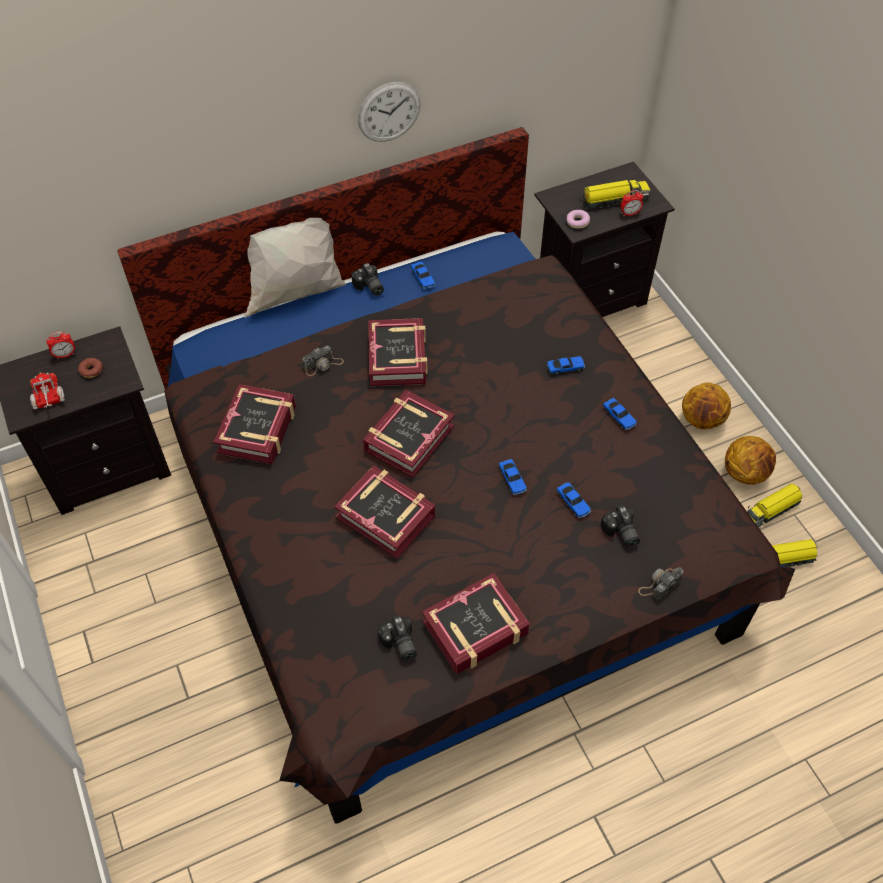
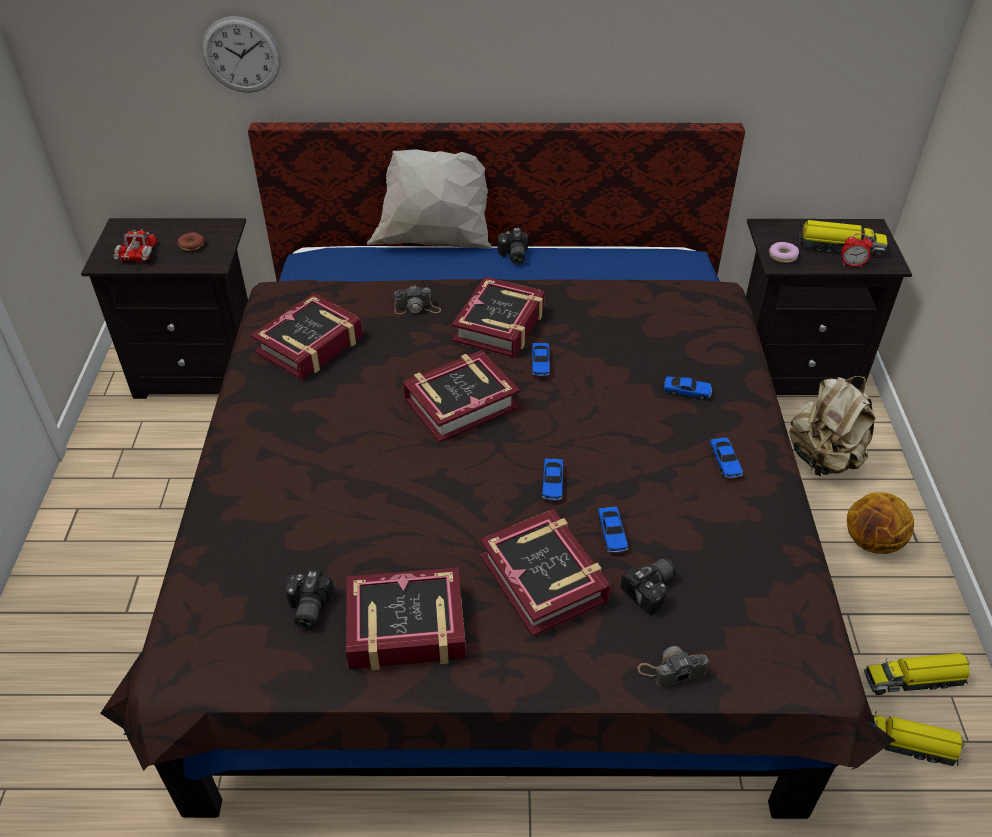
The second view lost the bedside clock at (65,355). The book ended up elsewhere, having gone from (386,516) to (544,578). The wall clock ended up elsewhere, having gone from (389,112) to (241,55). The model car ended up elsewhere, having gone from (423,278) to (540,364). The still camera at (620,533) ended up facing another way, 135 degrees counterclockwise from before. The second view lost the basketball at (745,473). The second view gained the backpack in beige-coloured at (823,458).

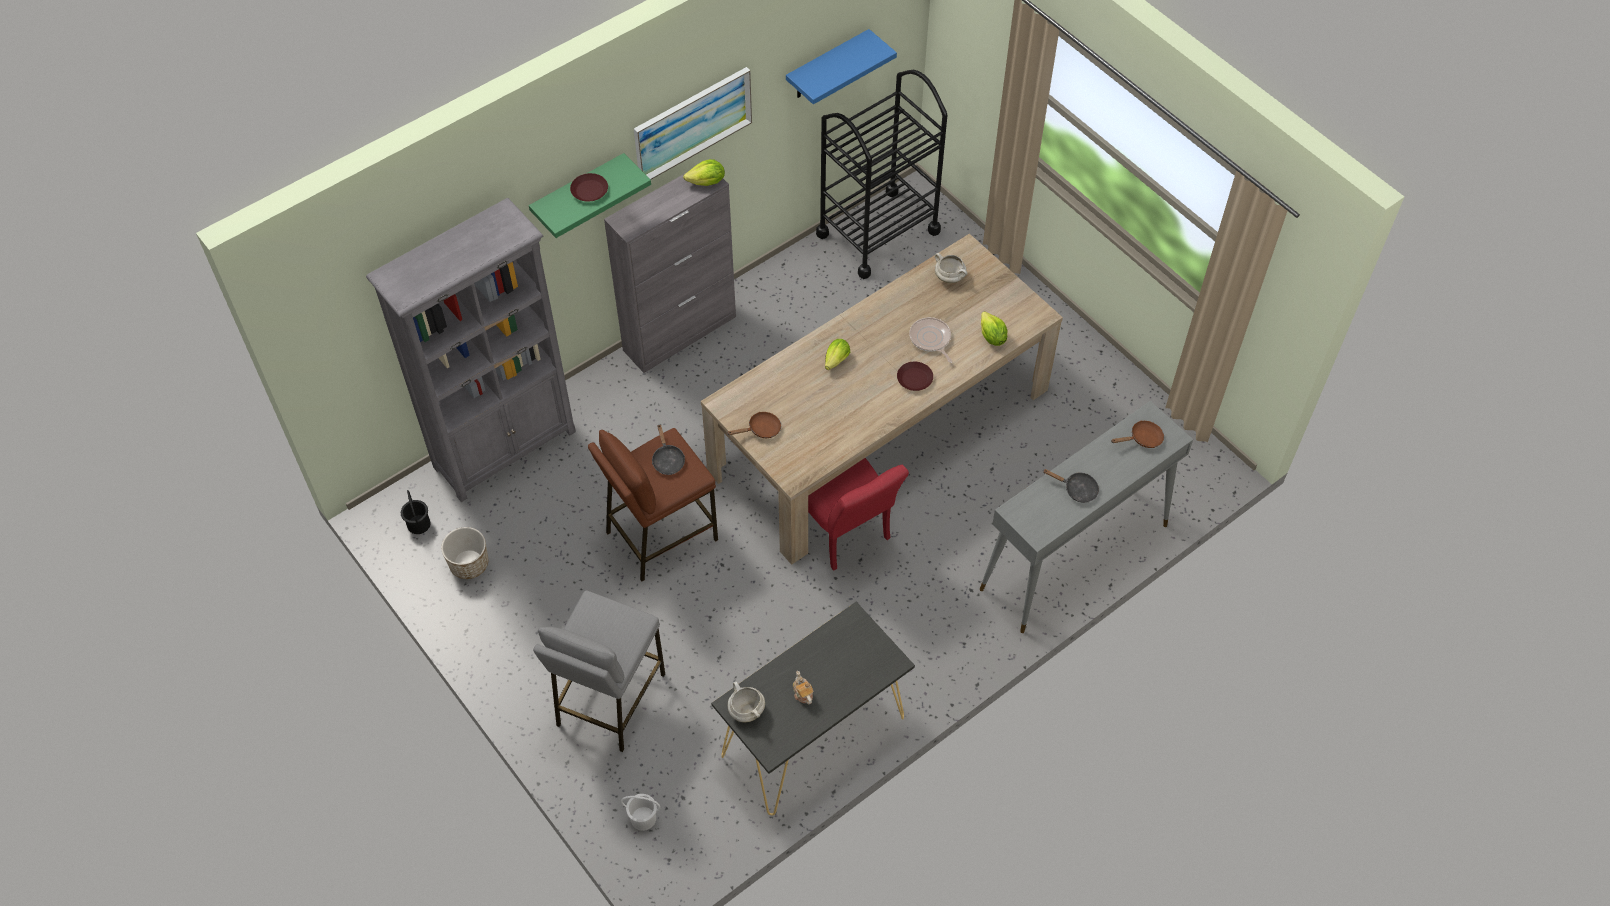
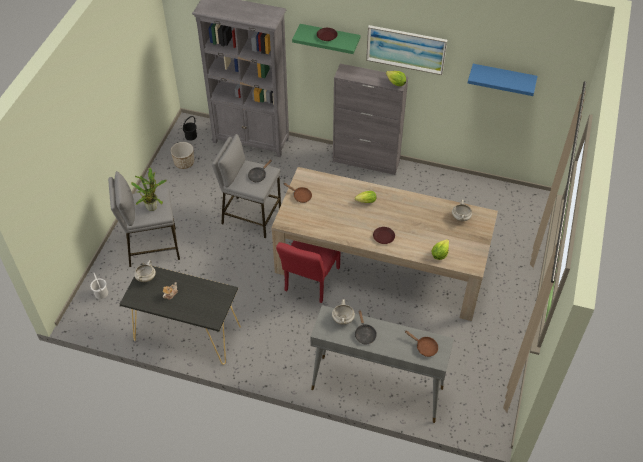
What was the stool in brown at (660,535) turned into the stool in grey at (251,216). The second view lost the cart in blackish at (878,233). The second view lost the pan at (931,339). The second view gained the houseplant at (152,206). The second view gained the cooking pot in white at (343,319).

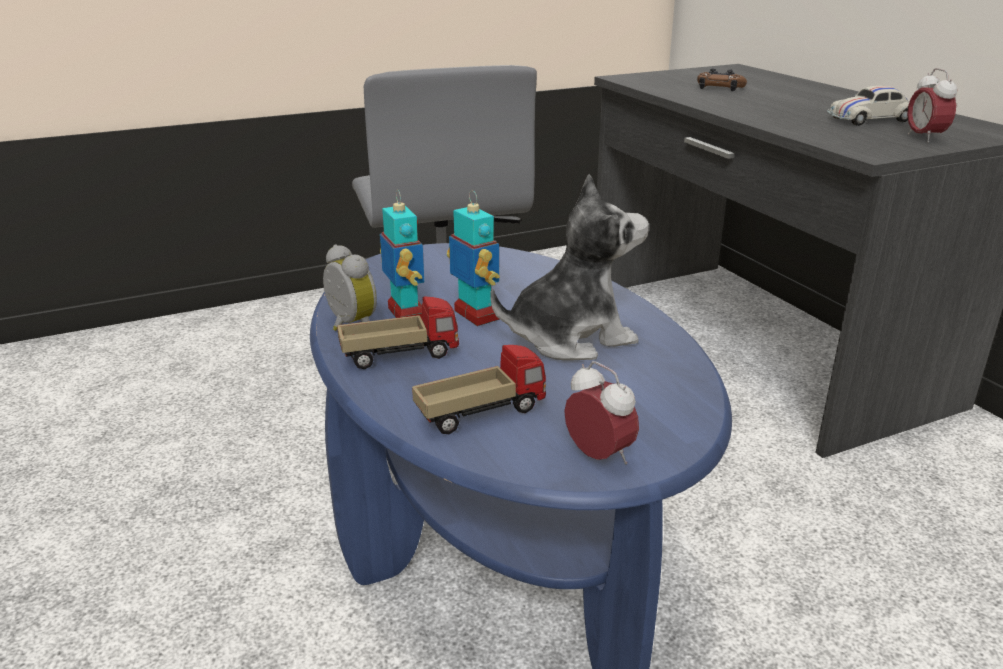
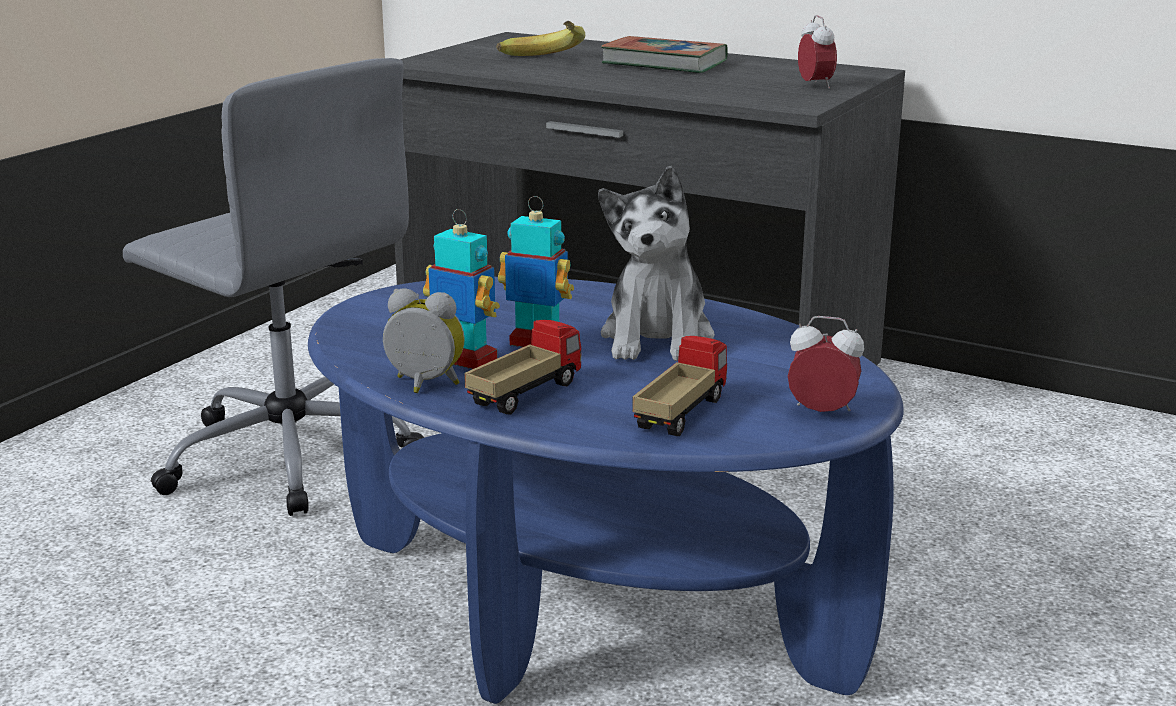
The plush toy at (570,337) ended up facing another way, 150 degrees clockwise from before. Where the game controller in brown stood at (719,87), the whole banana came to stand at (542,61). The second view lost the model car in white at (870,120). The bedside clock at (924,138) ended up facing another way, 150 degrees counterclockwise from before. The second view gained the book at (664,63).

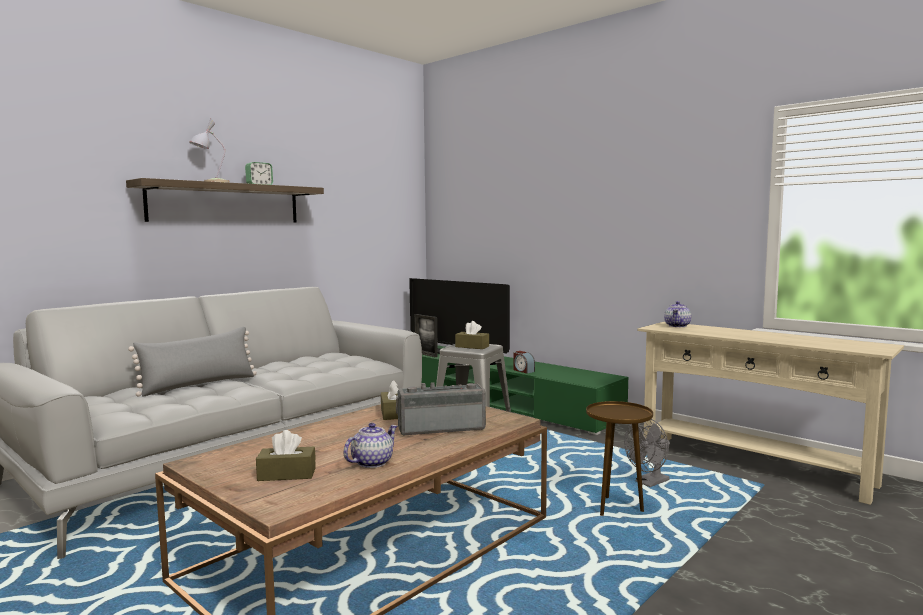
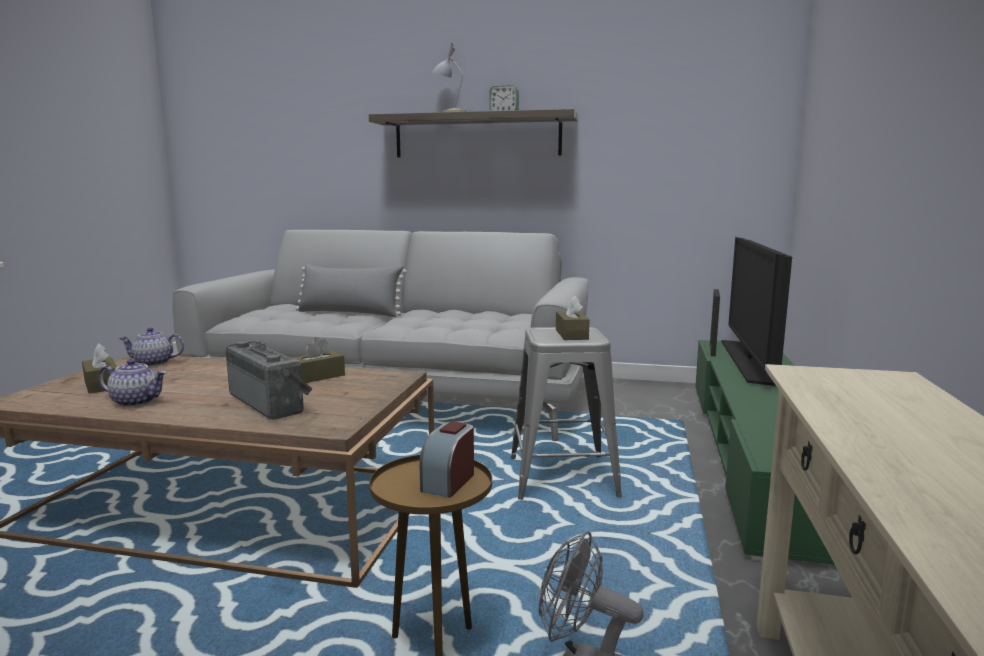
The bedside clock ended up elsewhere, having gone from (523,370) to (448,481). The pot for tea ended up elsewhere, having gone from (677,326) to (153,363).

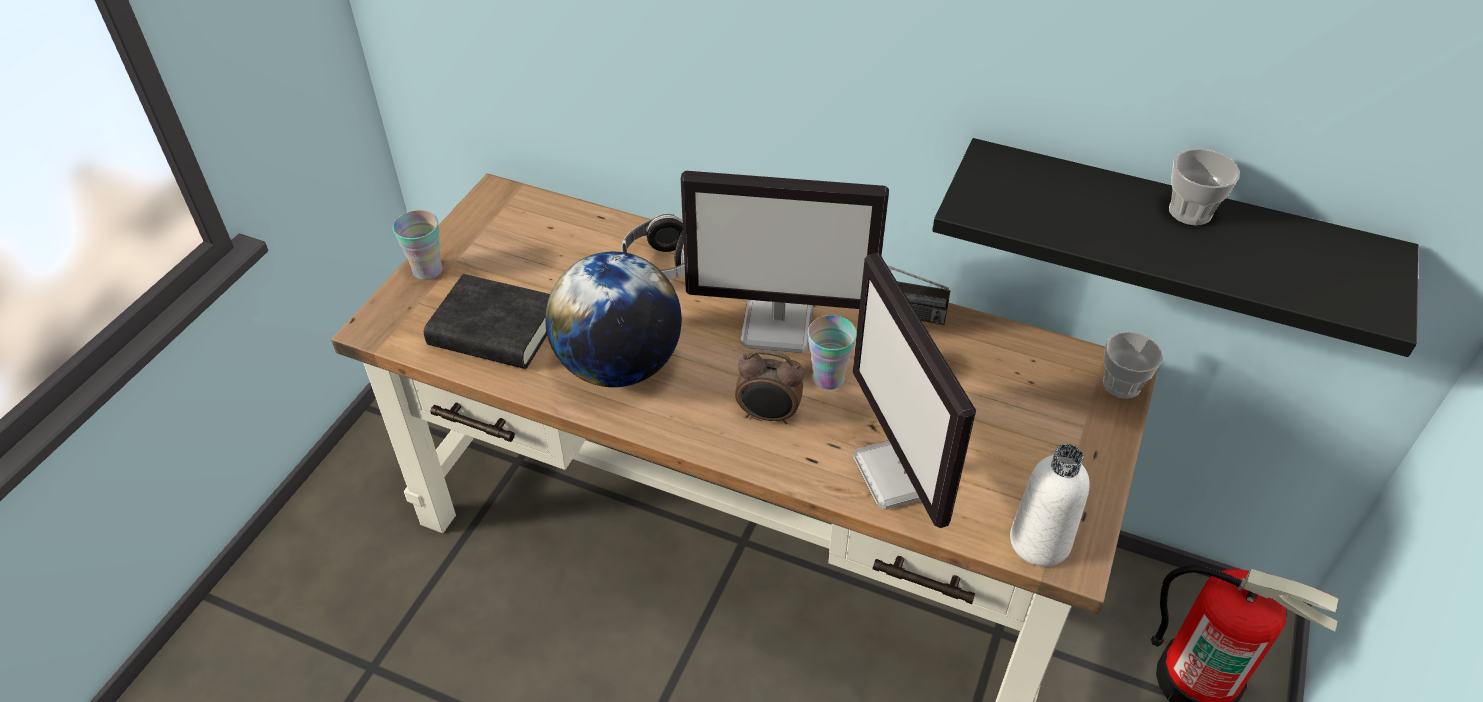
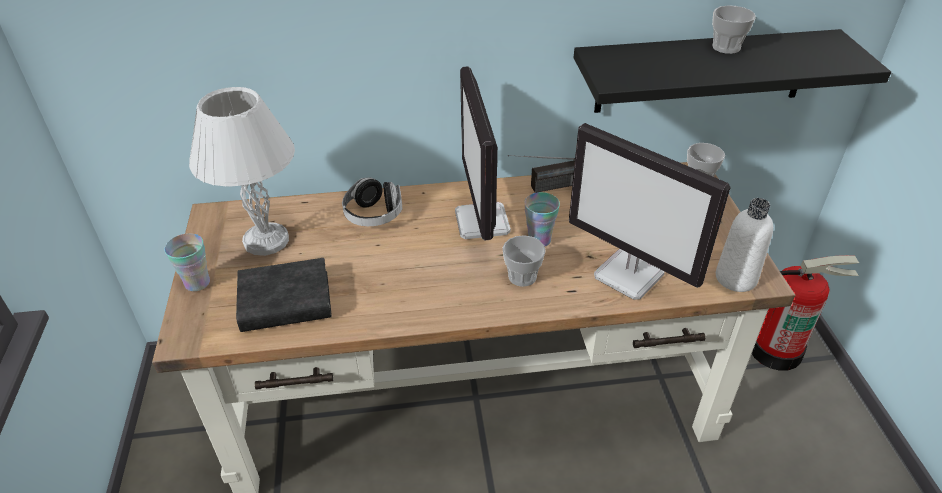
The second view lost the world globe at (619,366). The monitor at (779,326) ended up facing another way, 105 degrees clockwise from before. Where the bedside clock stood at (768,415), the small cup came to stand at (522,276). The second view gained the lamp for a table in white at (264,241).

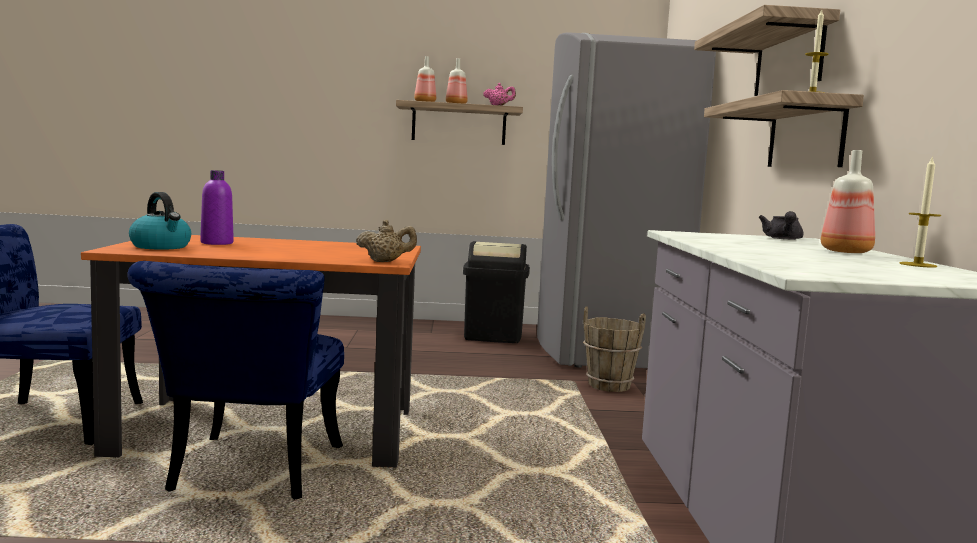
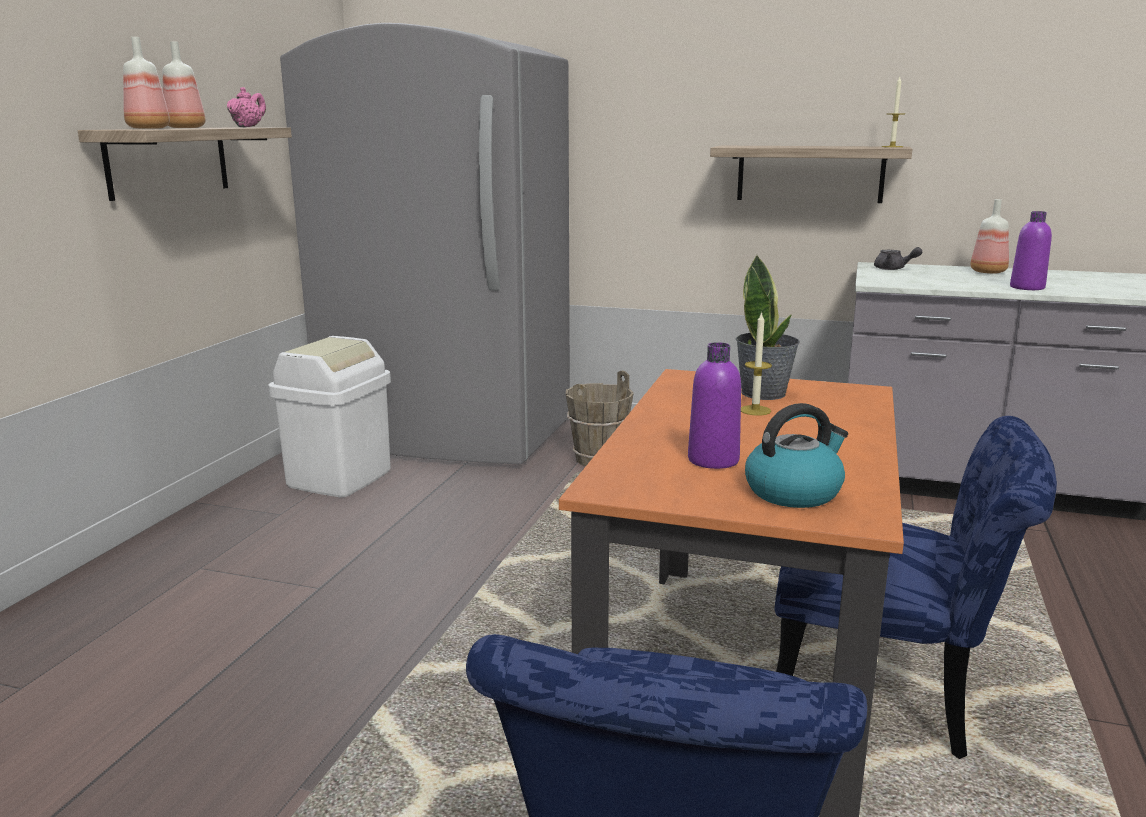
The second view lost the pot for tea in beige-coloured at (385,262). What was the trash can in blackish at (493,336) turned into the trash can in white at (338,478). The second view lost the shelf at (788,59). The wax candle ended up elsewhere, having gone from (918,265) to (755,410). The second view gained the houseplant at (764,393). The second view gained the beverage bottle in purple-coloured at (1027,287).

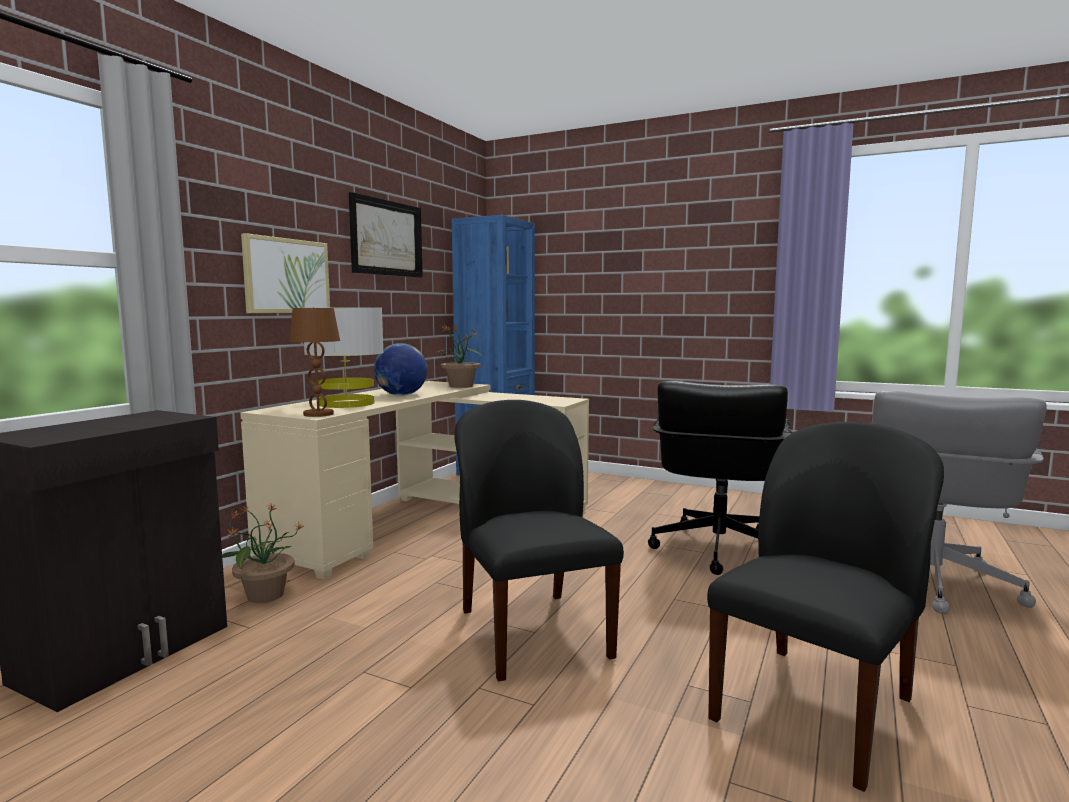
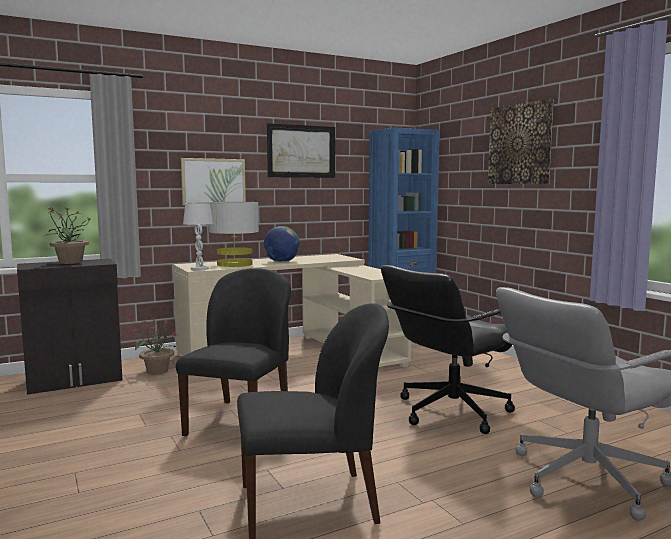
What was the lamp for a table in brown at (318,414) turned into the lamp for a table in white at (199,269). The houseplant ended up elsewhere, having gone from (461,386) to (70,262). The second view gained the wall picture at (520,144).

